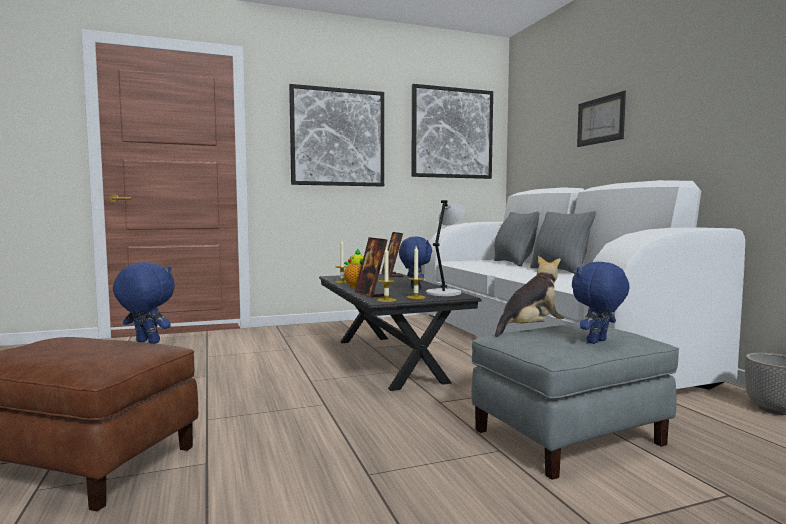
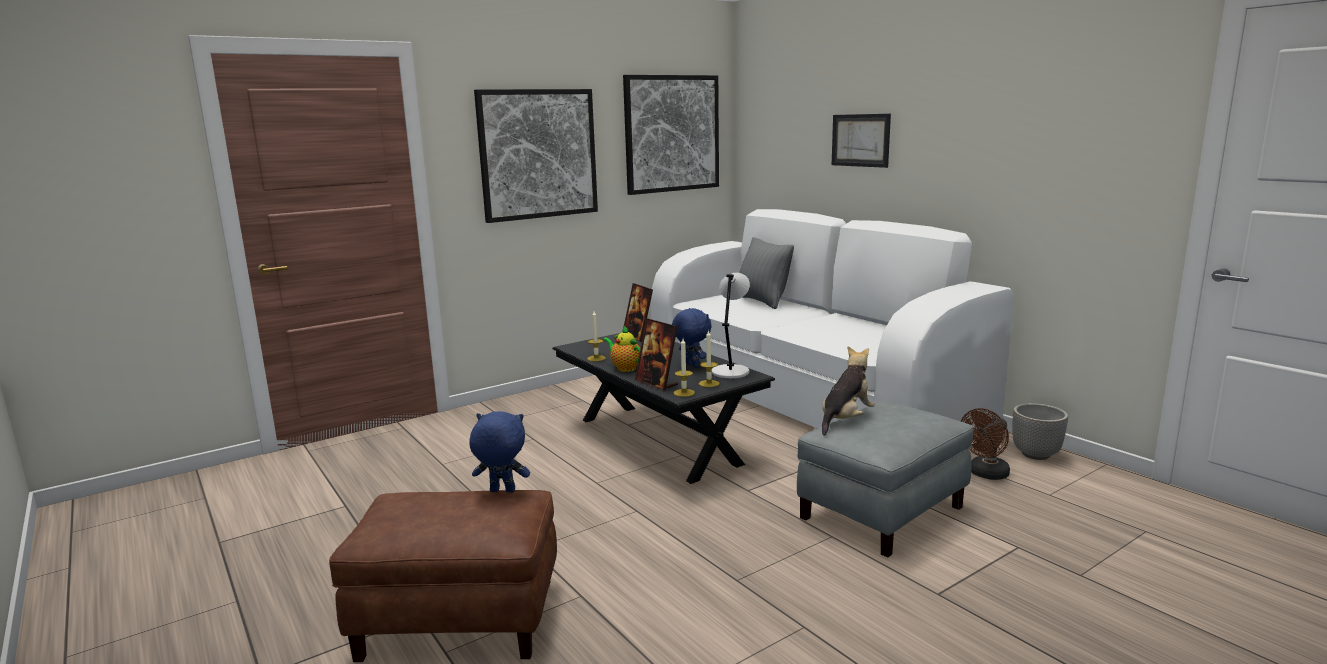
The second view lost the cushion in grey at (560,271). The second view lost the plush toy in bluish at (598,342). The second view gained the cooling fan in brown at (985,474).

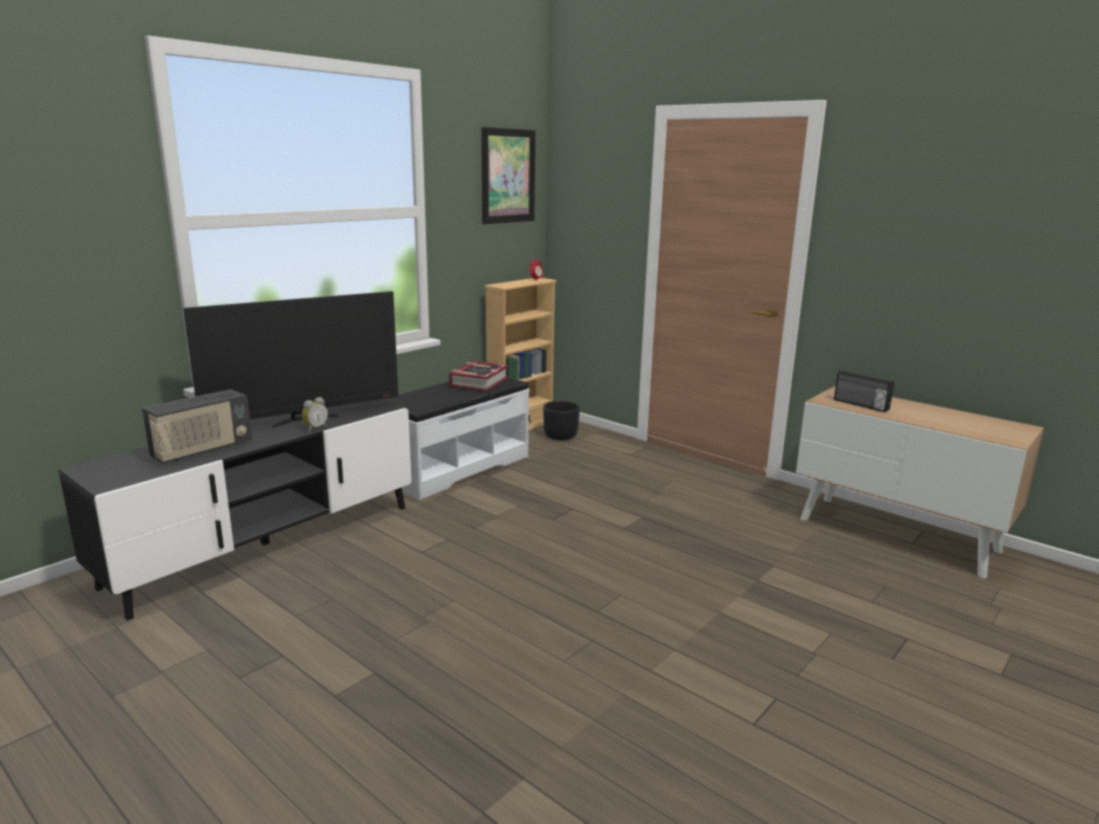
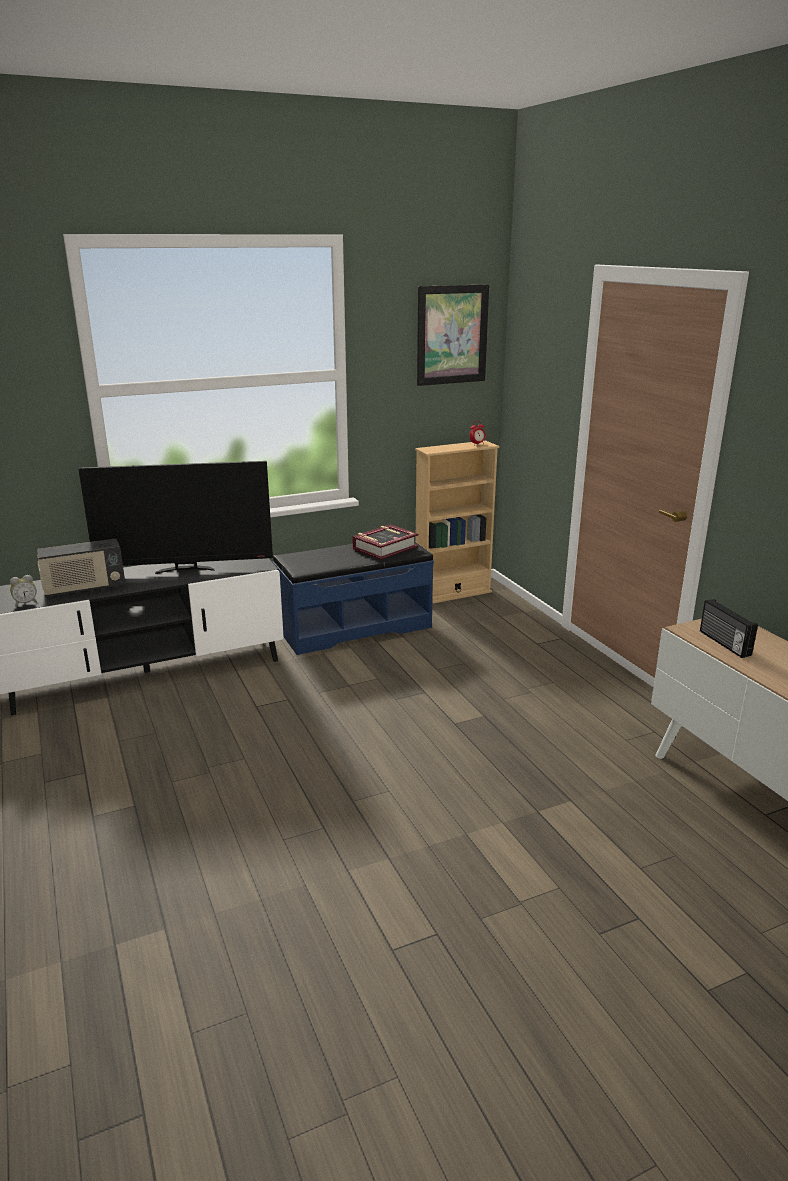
The bedside clock ended up elsewhere, having gone from (315,428) to (25,603). What was the indoor bench in white at (454,467) turned into the indoor bench in bluish at (354,627). The second view lost the flower pot in blackish at (560,436).

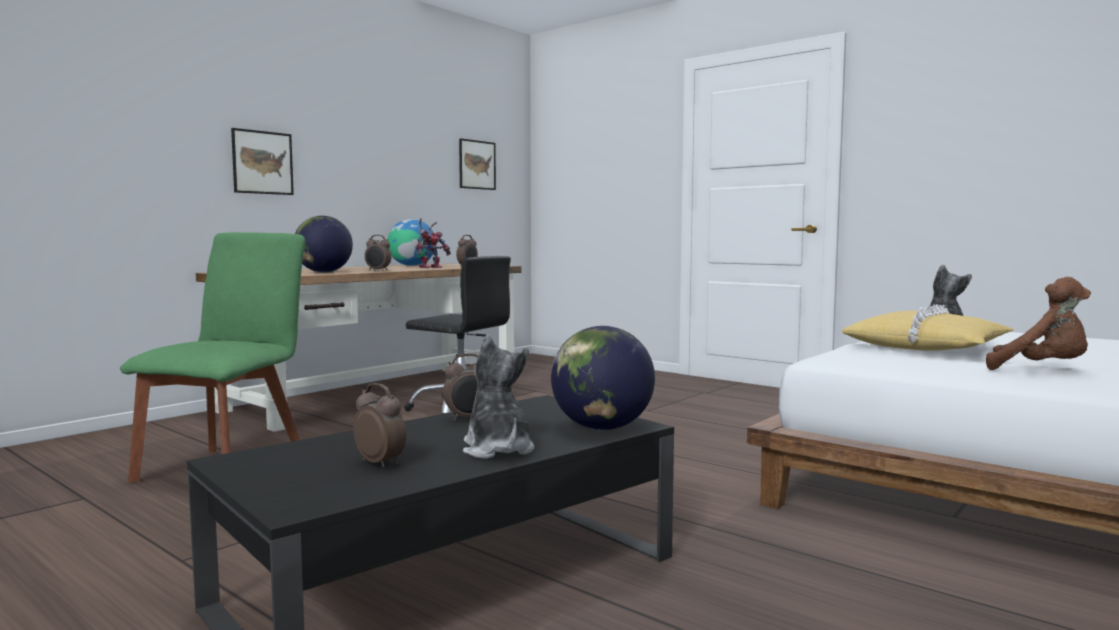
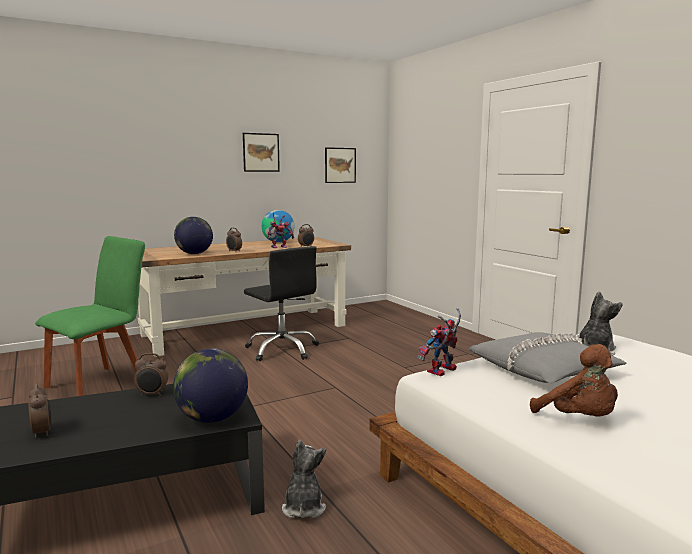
The wall picture ended up elsewhere, having gone from (262,162) to (261,152). The plush toy ended up elsewhere, having gone from (497,450) to (303,507). What was the cushion in yellow at (927,347) turned into the cushion in grey at (543,369). The second view gained the model robot at (442,372).

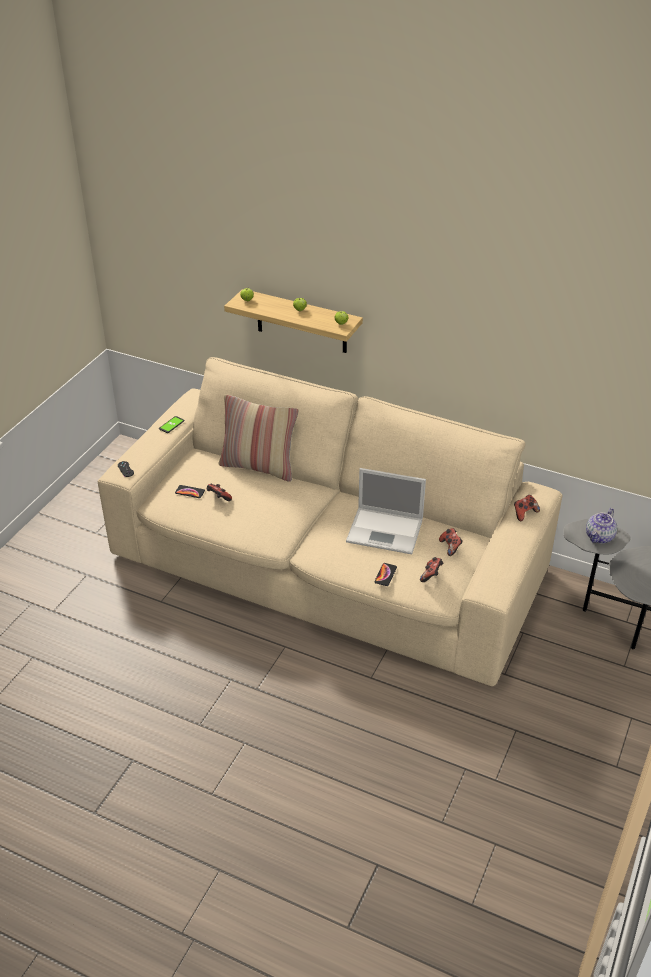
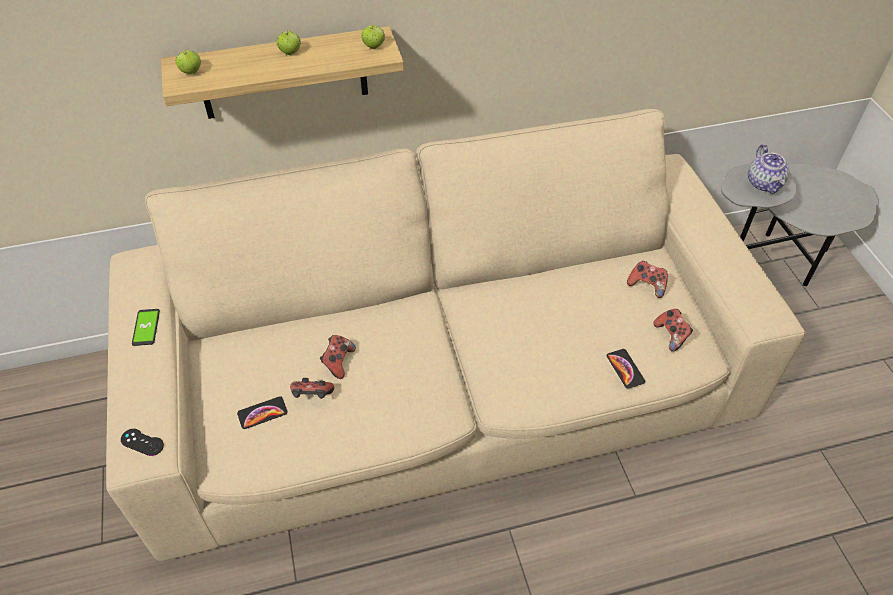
The second view lost the cushion at (259,467). The second view lost the notebook computer at (386,531). The game controller ended up elsewhere, having gone from (524,513) to (338,362).

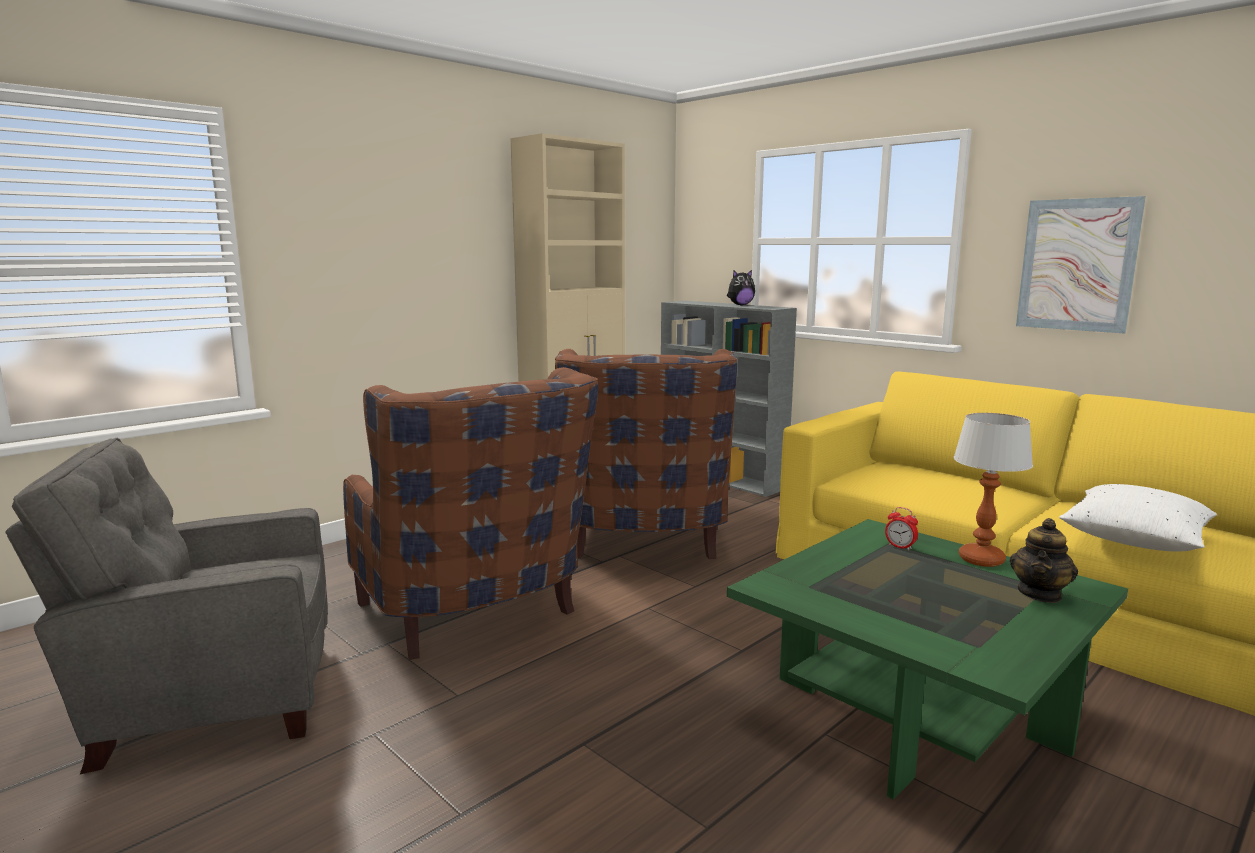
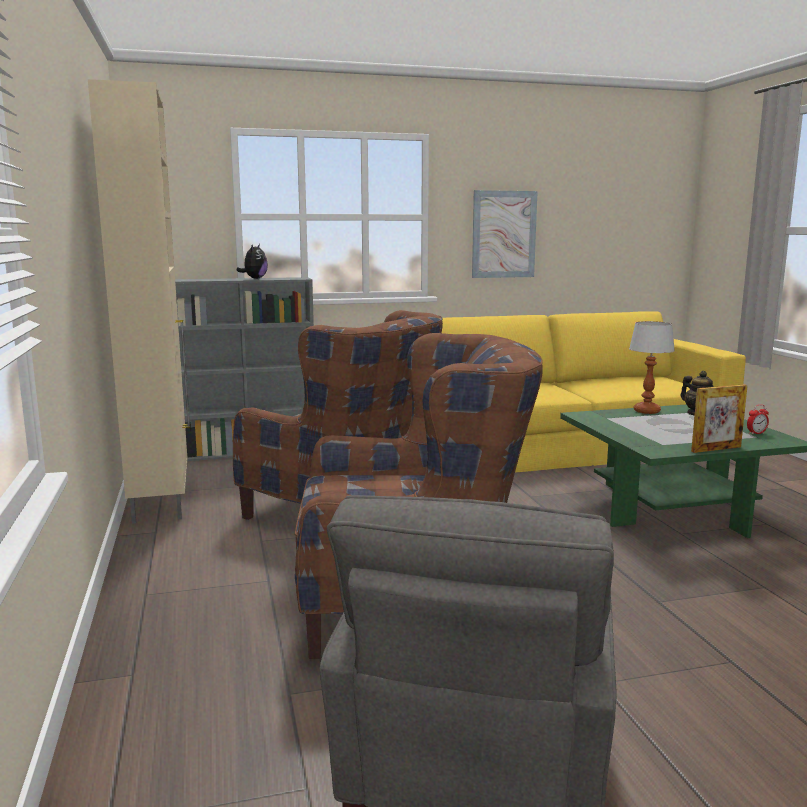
The bedside clock ended up elsewhere, having gone from (900,547) to (756,433). The second view lost the cushion in white at (1134,540). The second view gained the standing frame at (716,449).

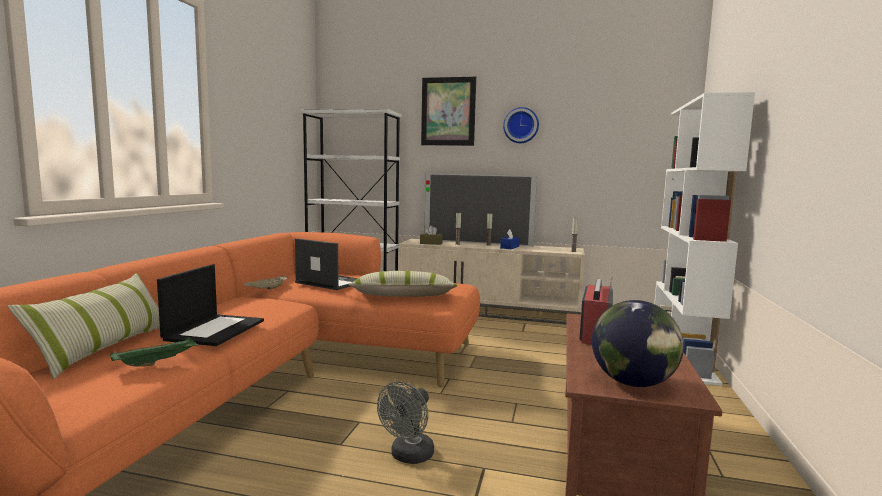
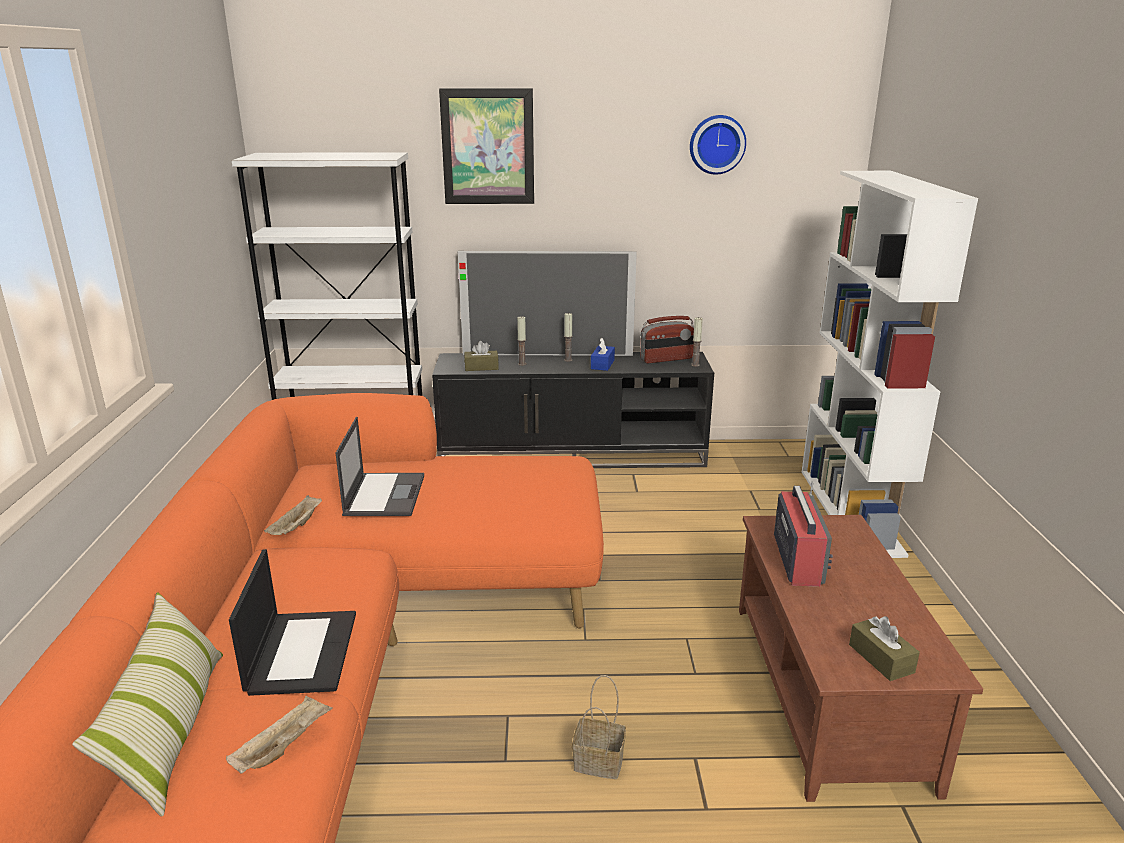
What was the carrying tray in green at (157,362) turned into the carrying tray in beige-coloured at (283,746). The notebook computer at (330,282) ended up facing another way, 75 degrees clockwise from before. The second view lost the cushion at (403,296). Where the cooling fan in grey stood at (408,457), the household basket came to stand at (600,761). What was the tv unit in beige-coloured at (489,311) turned into the tv unit in blackish at (573,454). The wall clock ended up elsewhere, having gone from (521,125) to (716,144). Where the world globe stood at (633,383), the tissue box in brown came to stand at (881,658). The second view gained the radio at (666,359).

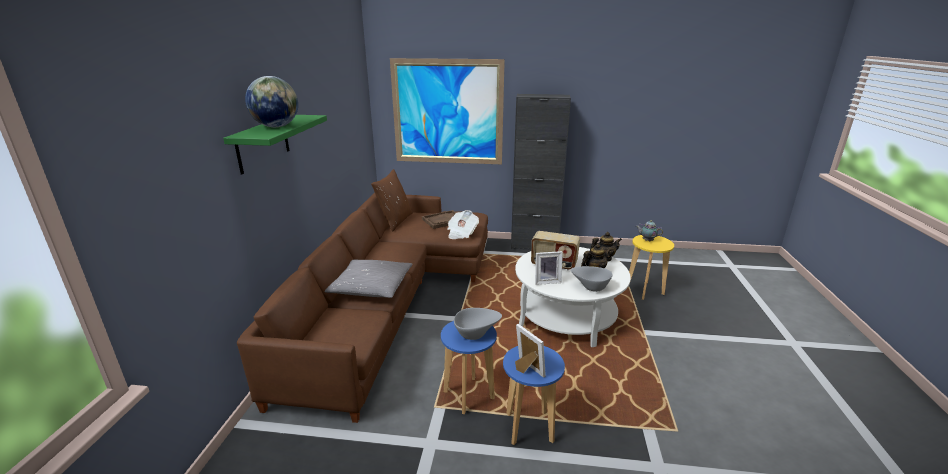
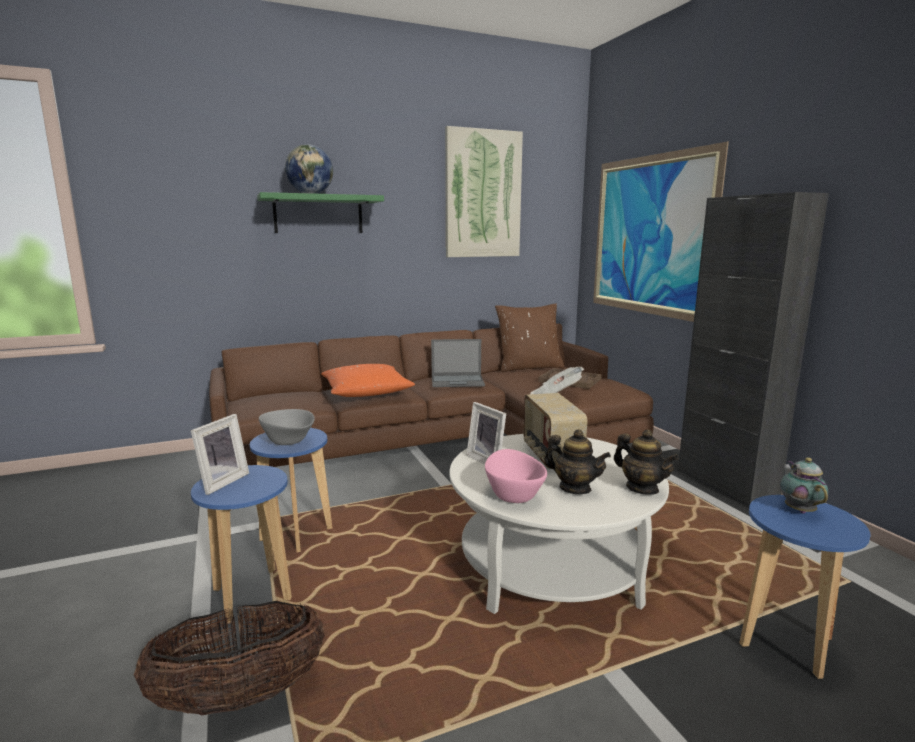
What was the cushion in grey at (371,287) turned into the cushion in orangey at (366,392). What was the bowl in grey at (590,287) turned into the bowl in pinkish at (513,493). What was the stool in yellow at (644,291) turned into the stool in bluish at (786,642). The second view gained the household basket at (240,697). The second view gained the notebook computer at (458,381). The second view gained the wall picture at (483,194).

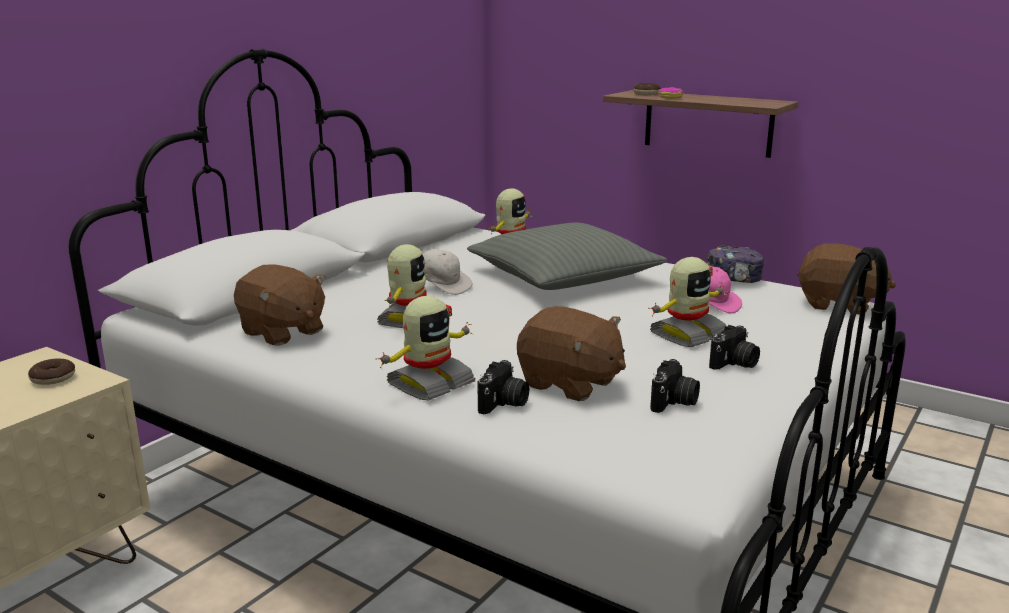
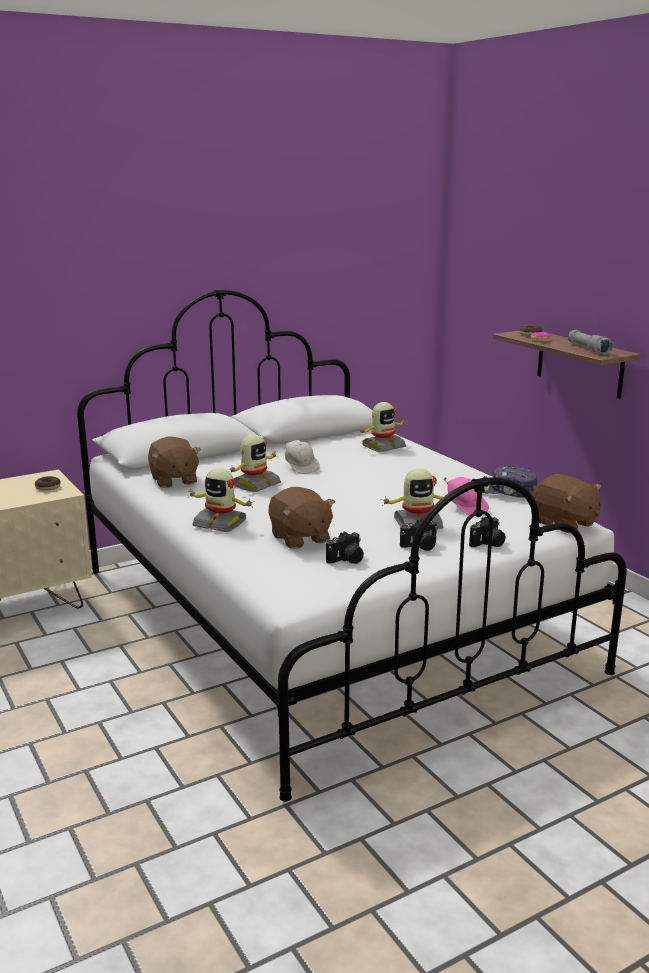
The model robot at (429,383) ended up facing another way, 45 degrees clockwise from before. The second view lost the cushion in grey at (563,276). The still camera ended up elsewhere, having gone from (504,404) to (488,544). The second view gained the hand torch in grey at (588,349).

